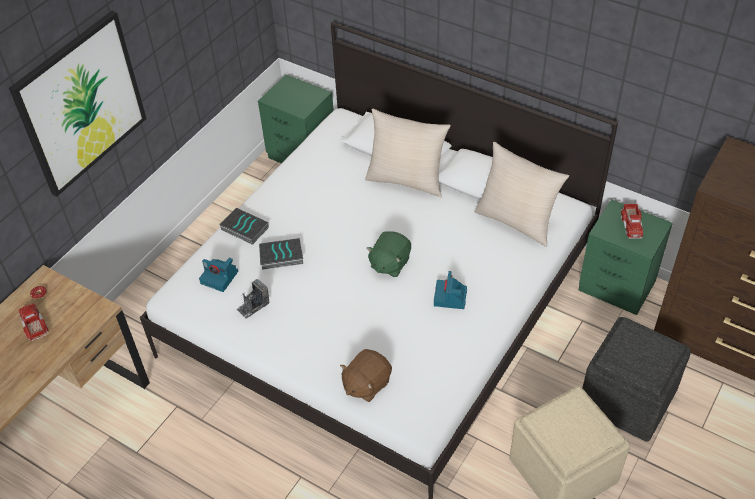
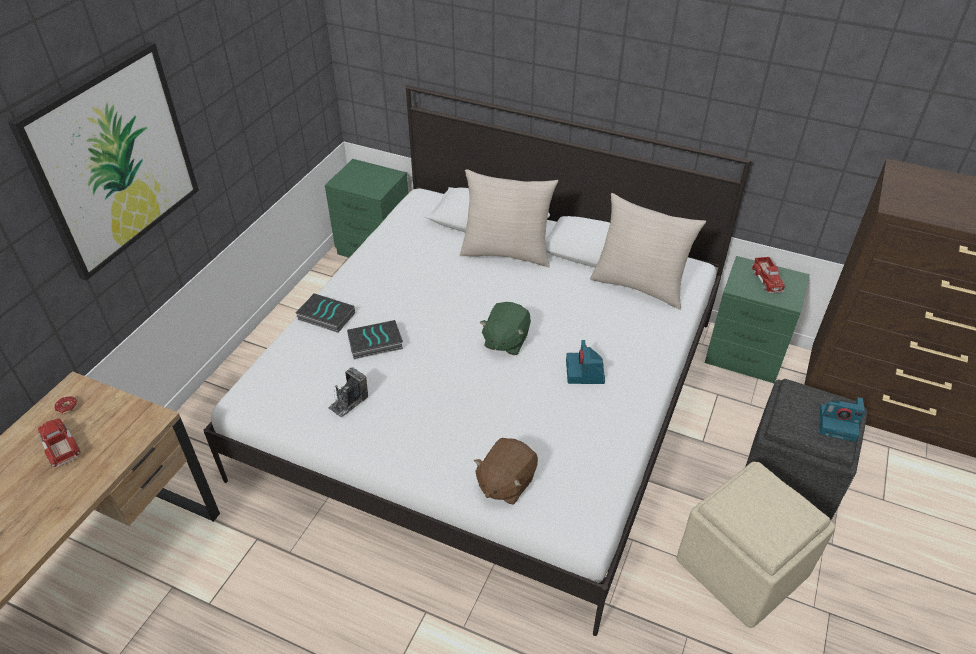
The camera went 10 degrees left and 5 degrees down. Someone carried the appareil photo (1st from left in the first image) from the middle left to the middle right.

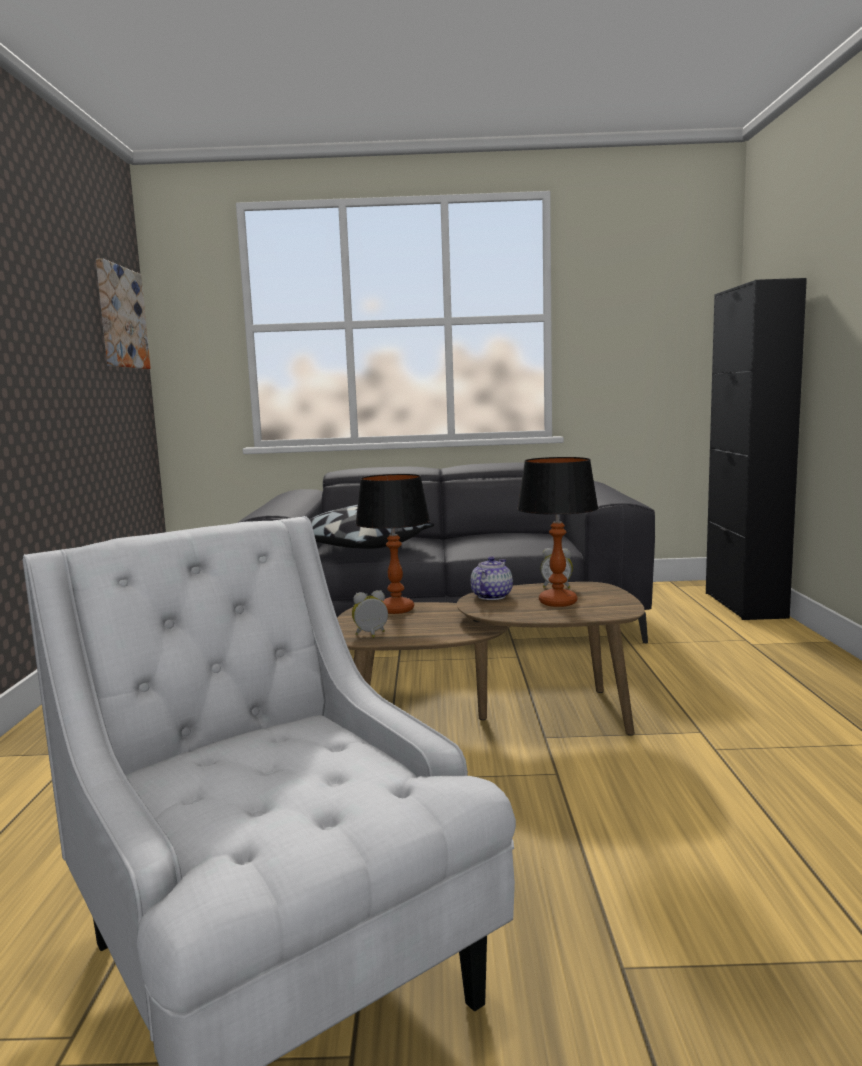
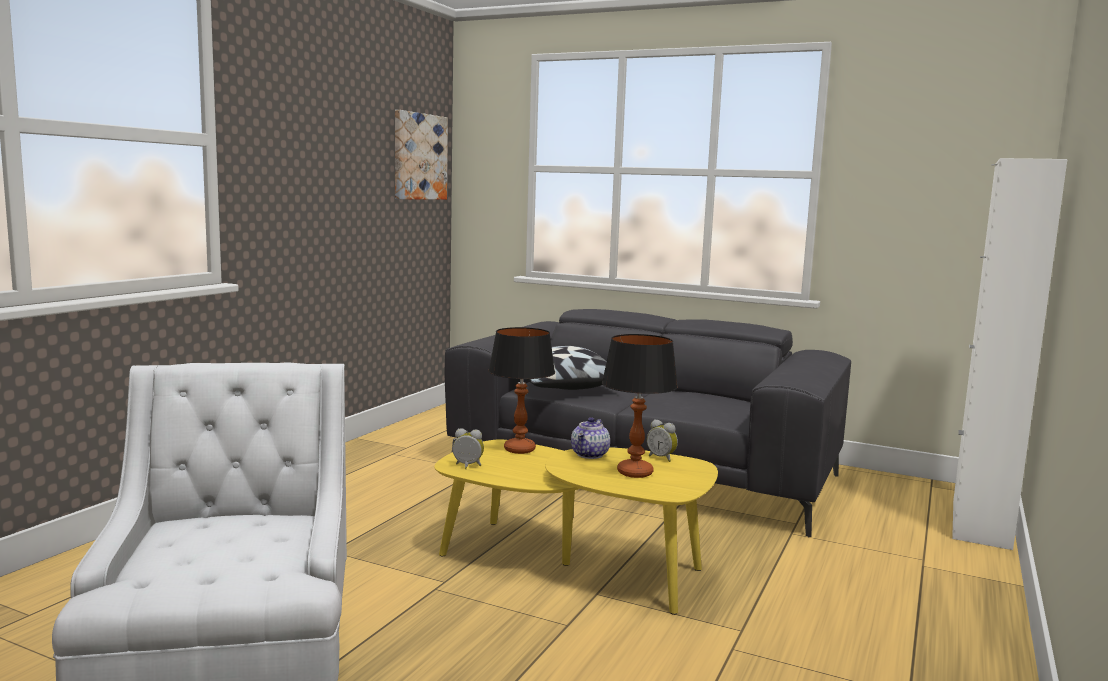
The camera went 25 degrees right and 0 degrees up. Someone repainted the table basse [marron] at the centre, which became the table basse [jaune] at the bottom centre. Someone repainted the meuble de rangement [noir] at the middle right, which became the meuble de rangement [blanc] at the middle right. Someone rotated the théière at the centre by 150 degrees clockwise.

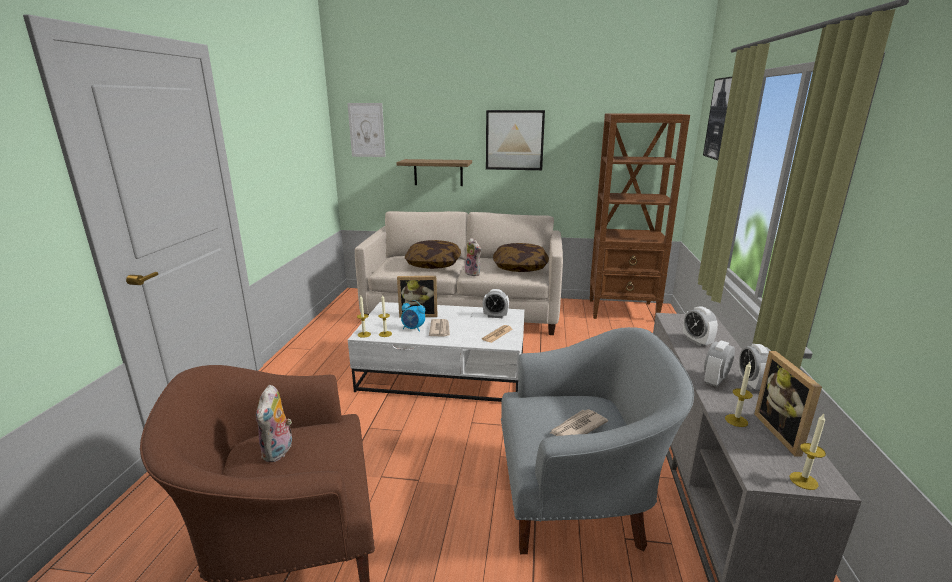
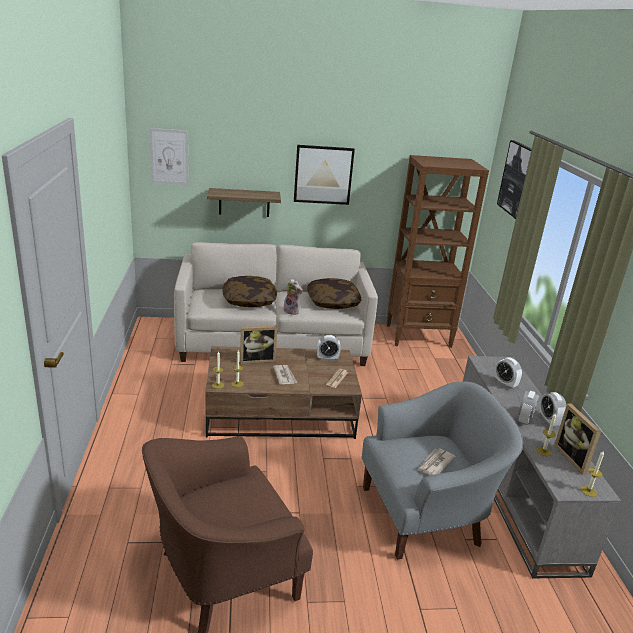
The camera went 15 degrees left and 5 degrees up. Someone took away the peluche (1st from left) at the bottom left. Someone took away the réveil (1st from left) at the centre. Someone repainted the table basse [blanc] at the centre, which became the table basse [marron] at the centre.

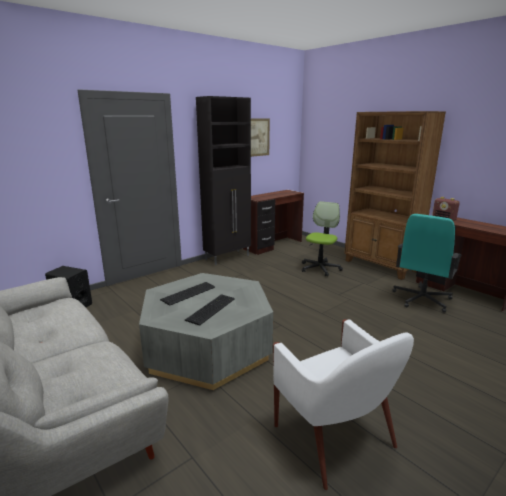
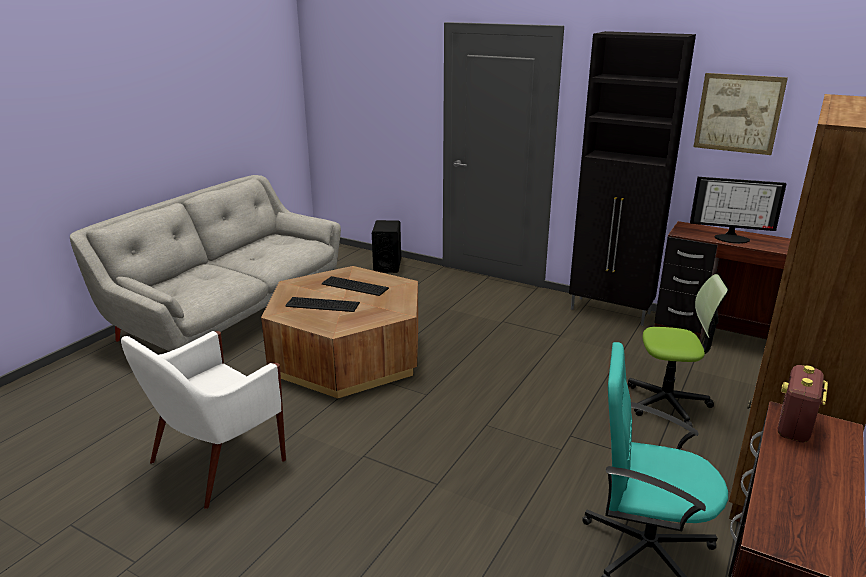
The camera went 70 degrees right and 5 degrees up. Someone put down the écran d'ordinateur at the middle right. Someone repainted the table basse [gris] at the bottom centre, which became the table basse [marron] at the centre.

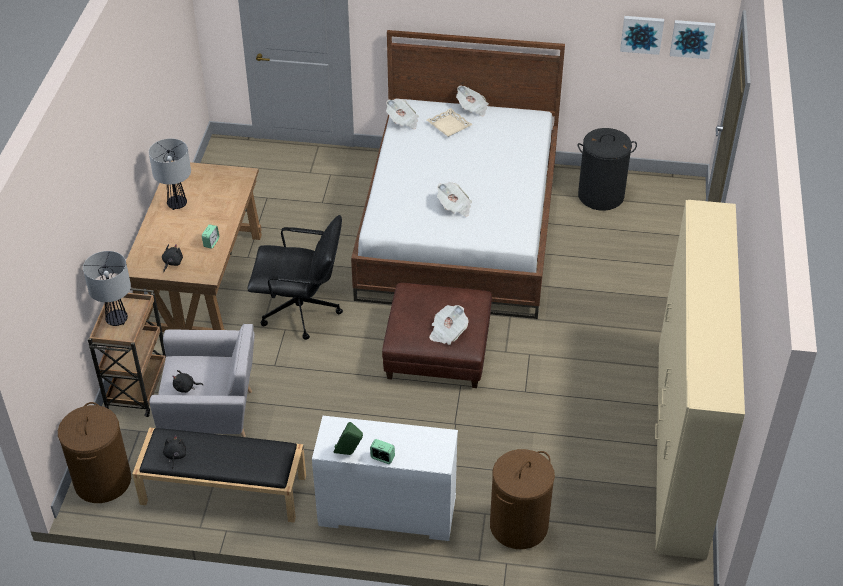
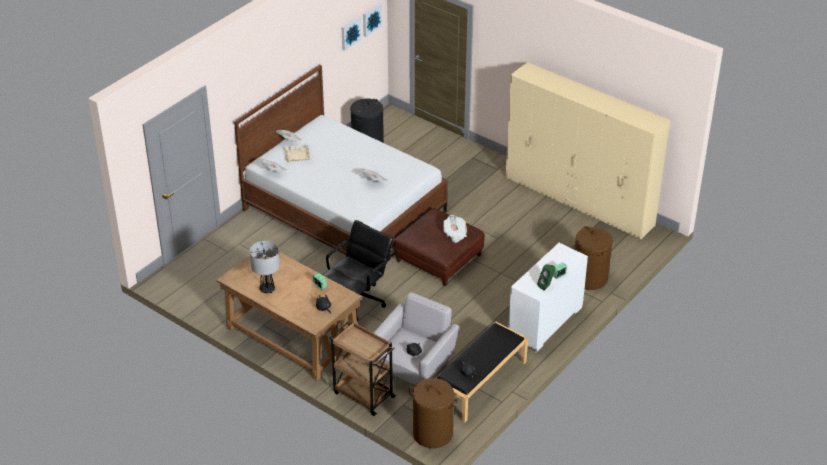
The camera went 60 degrees left and 5 degrees down. Someone took away the lampe de table (1st from left) at the middle left.

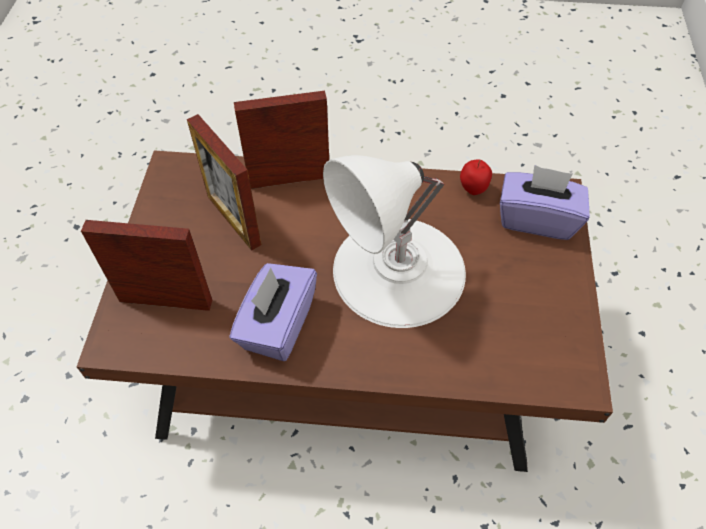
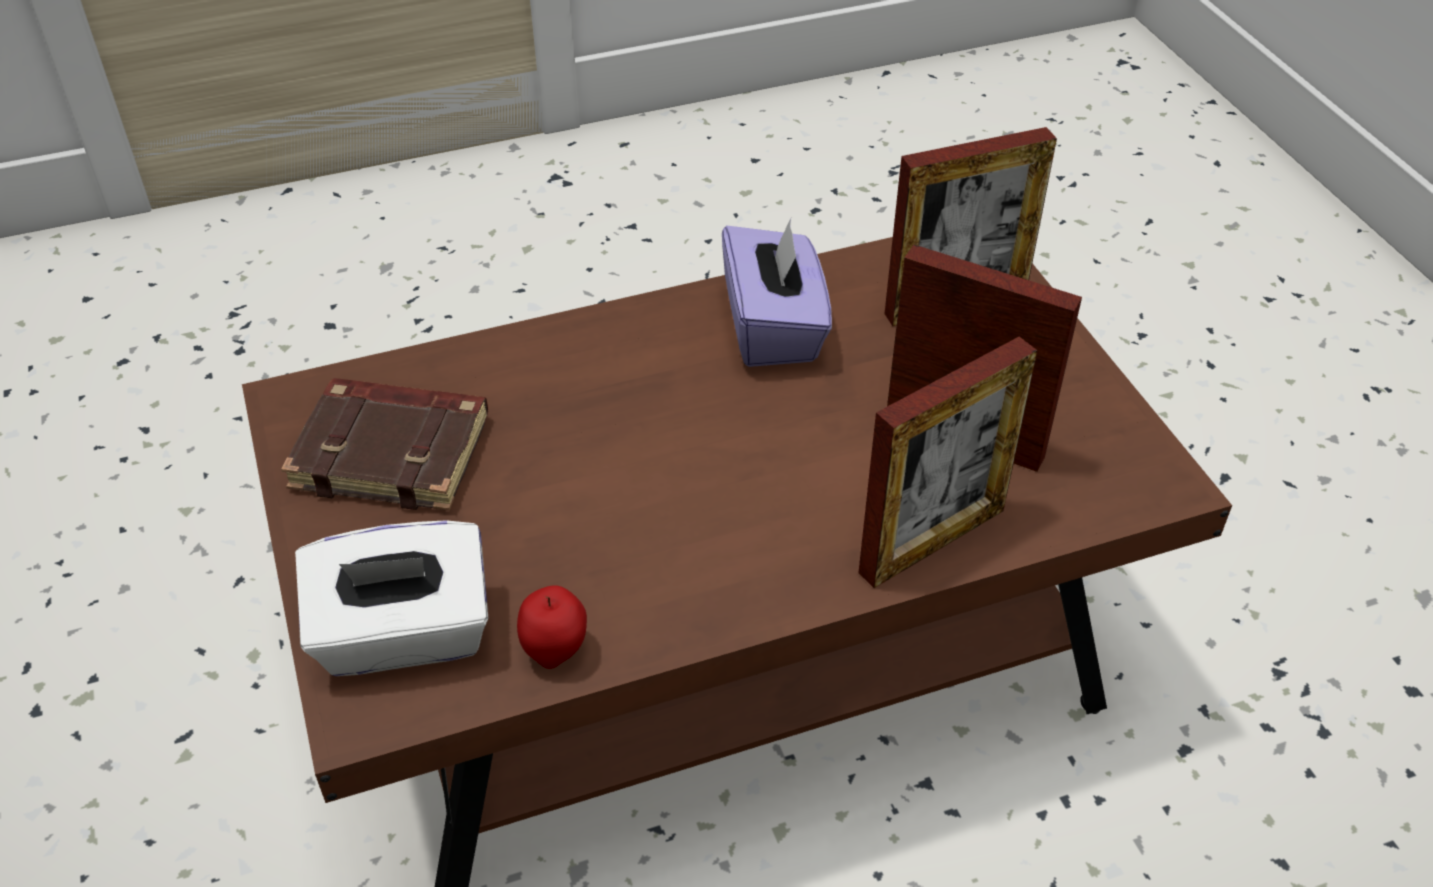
The camera went 155 degrees right and 10 degrees down. Someone took away the lampe de table [blanc] at the centre. Someone put down the livre [marron] at the middle left. Someone repainted the boîte à mouchoirs [violet] (2nd from left) at the middle right, which became the boîte à mouchoirs [blanc] at the bottom left.

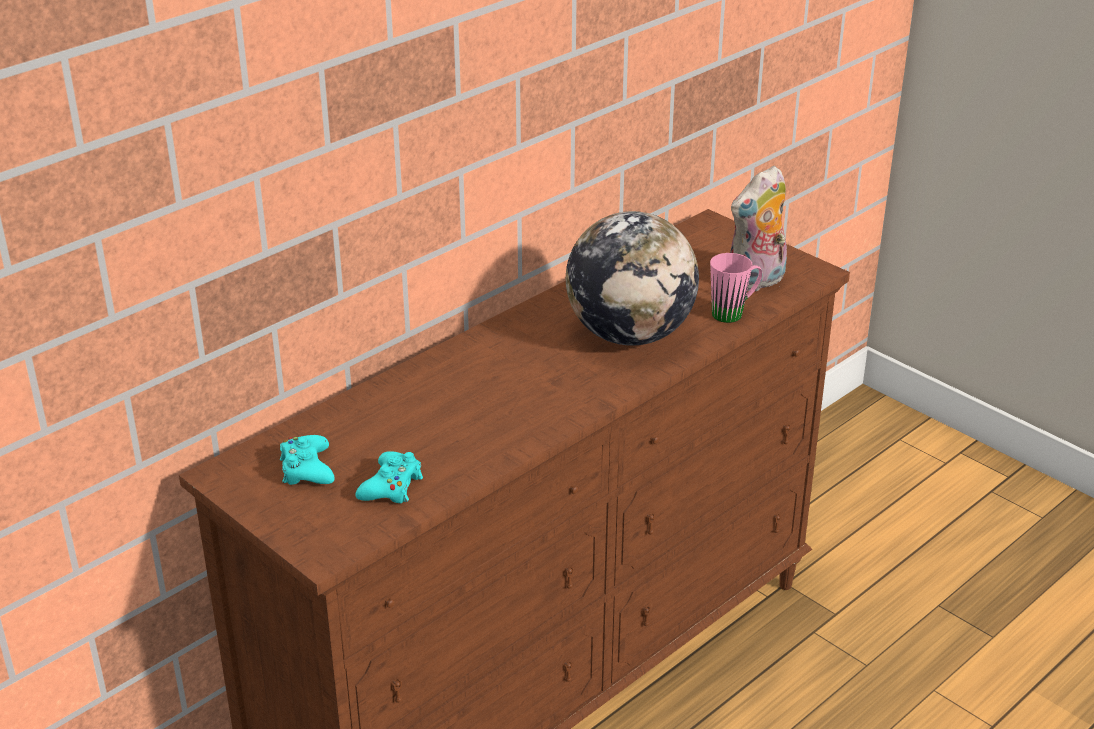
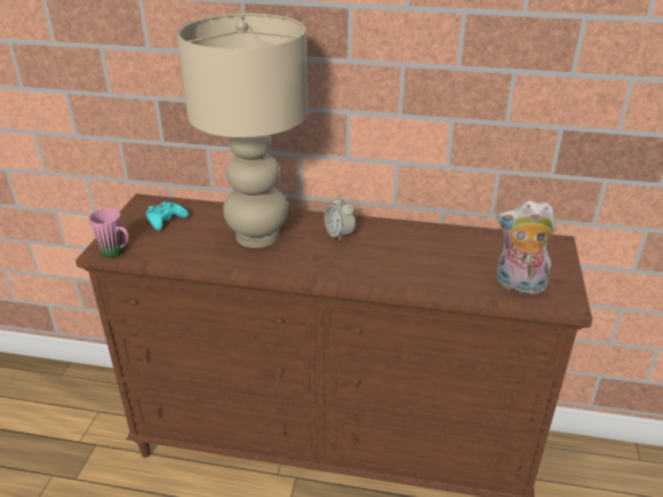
The camera went 55 degrees right and 0 degrees up. Someone took away the manette [turquoise] (2nd from left) at the centre. Someone took away the globe at the centre. Someone put down the lampe de table [beige] at the top centre. Someone put down the réveil at the centre. Someone carried the mug [rose] from the middle right to the middle left.

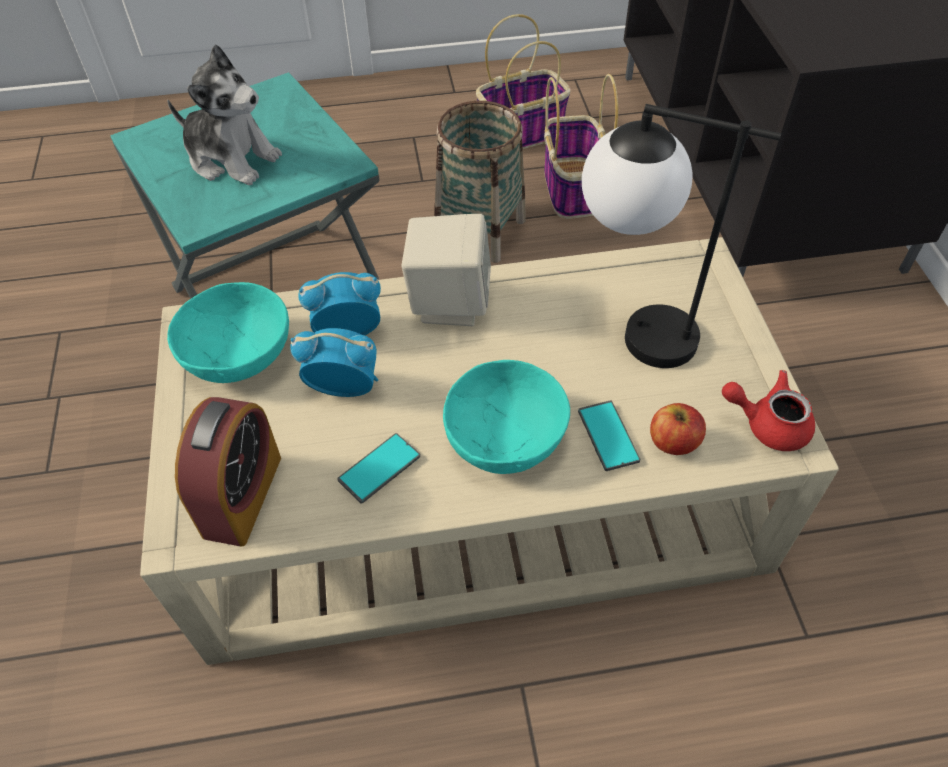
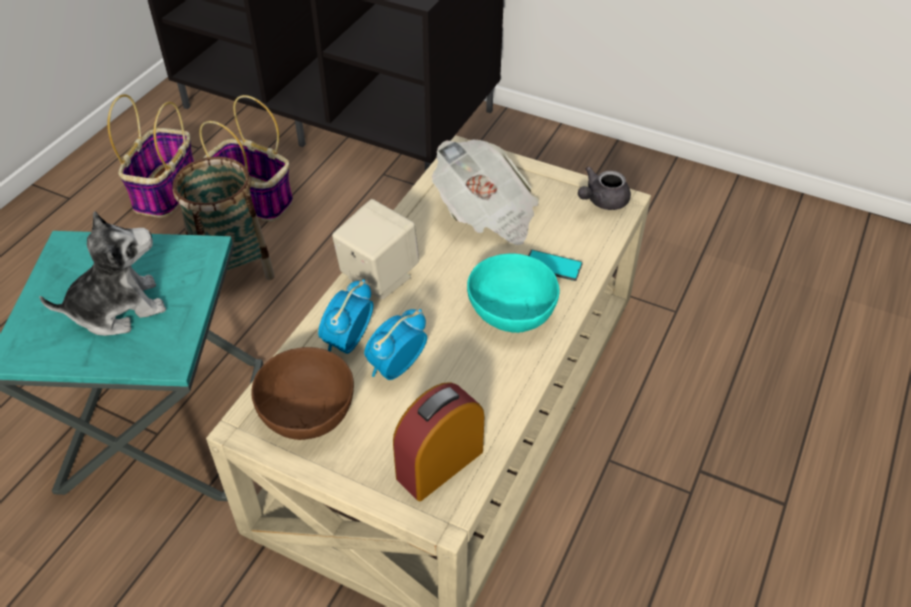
The camera went 55 degrees left and 5 degrees down. Someone took away the téléphone (1st from left) at the centre. Someone took away the pomme at the middle right. Someone swapped the lampe de table at the top right for the journal at the top centre. Someone repainted the bol [turquoise] (1st from left) at the middle left, which became the bol [marron] at the middle left. Someone repainted the théière [rouge] at the middle right, which became the théière [gris] at the top centre. Someone rotated the réveil (1st from left in the first image) at the middle left by 90 degrees counterclockwise.

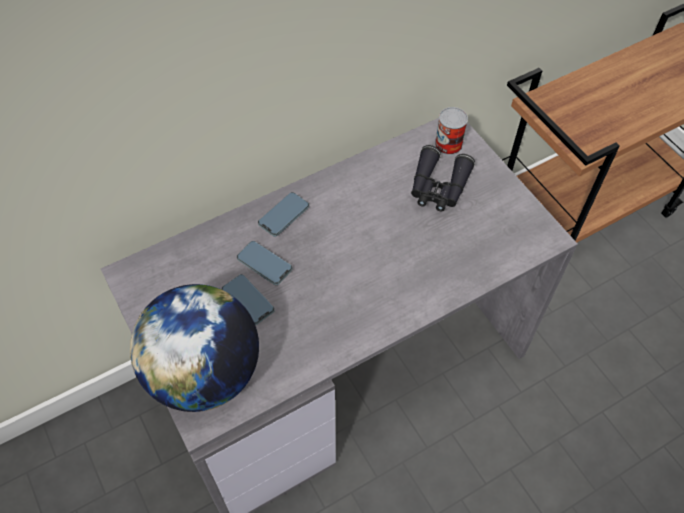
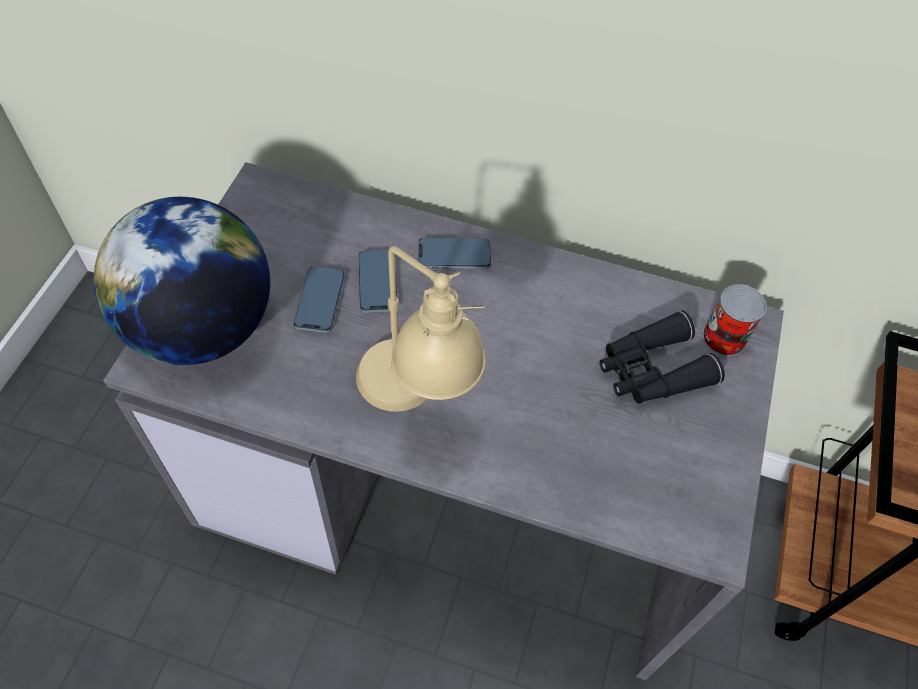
The camera went 45 degrees right and 0 degrees up. Someone put down the lampe de table [beige] at the centre.

